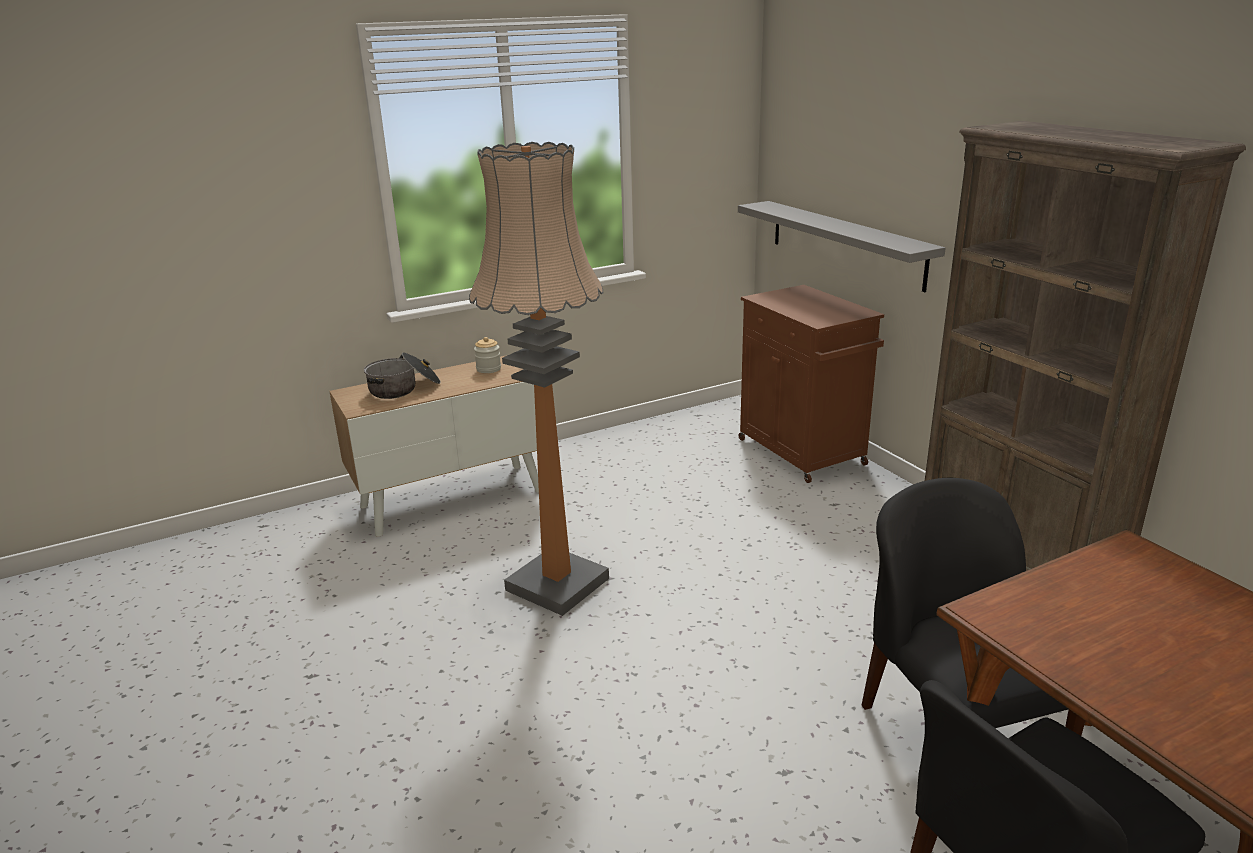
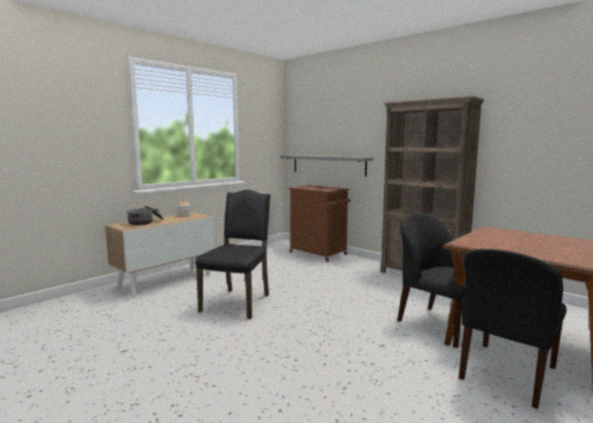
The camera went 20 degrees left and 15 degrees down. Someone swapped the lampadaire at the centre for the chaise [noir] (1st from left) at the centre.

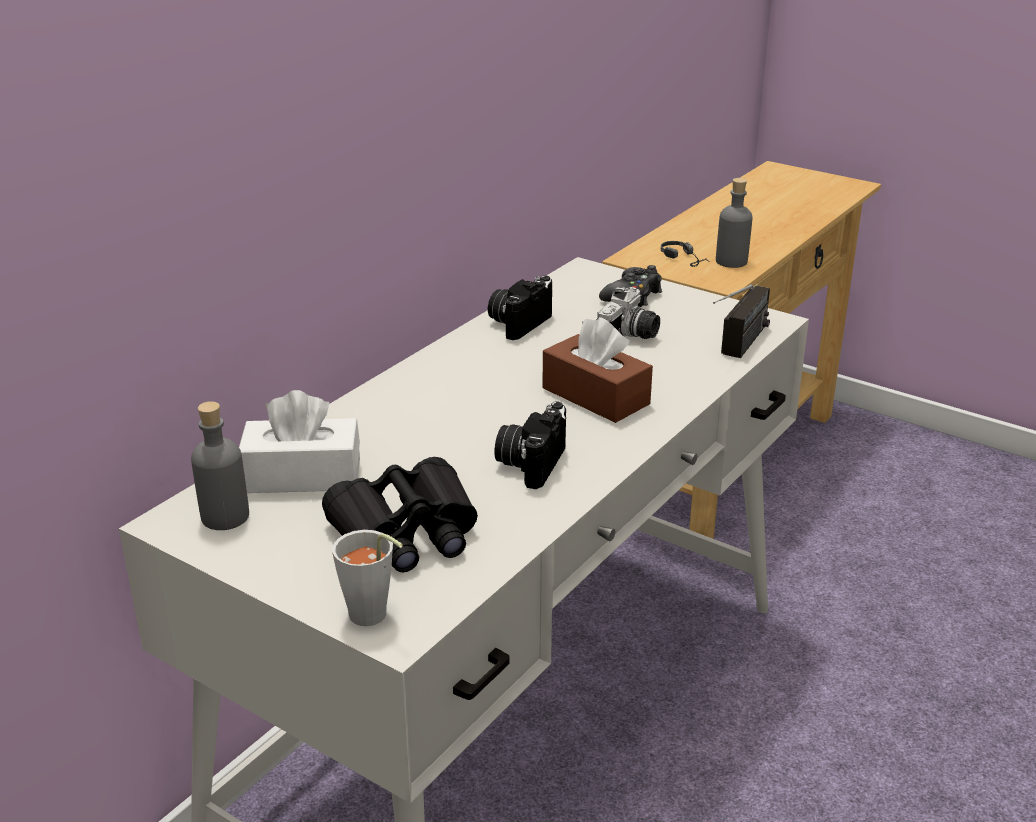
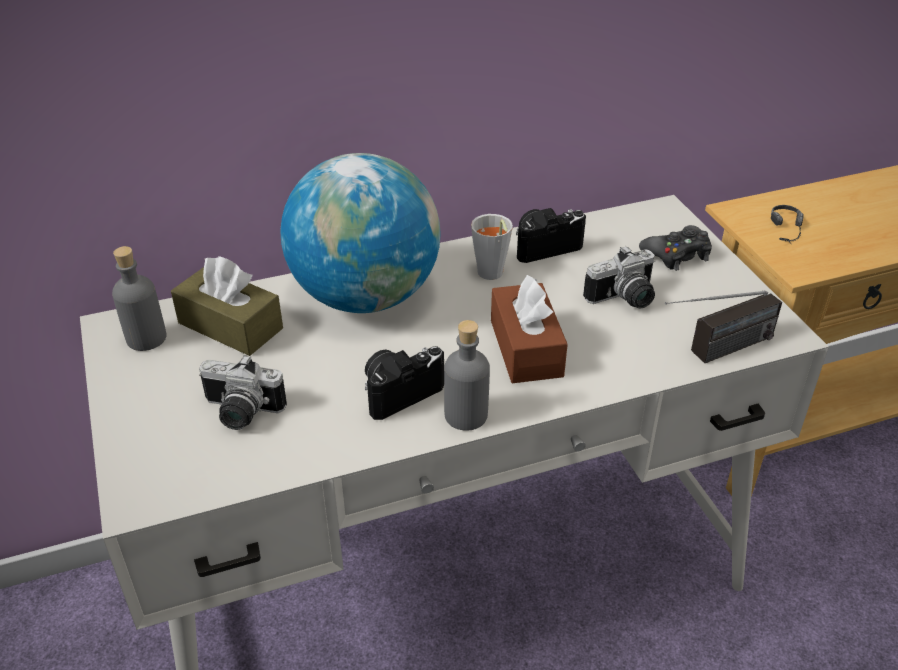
The camera went 35 degrees right and 10 degrees up. Someone put down the globe at the centre. Someone carried the tasse [gris] from the bottom centre to the centre. Someone carried the bouteille [gris] (2nd from left) from the top right to the centre. Someone swapped the jumelles [noir] at the centre for the appareil photo (1st from left) at the middle left. Someone repainted the boîte à mouchoirs [blanc] at the middle left, which became the boîte à mouchoirs [marron] (1st from left) at the middle left.

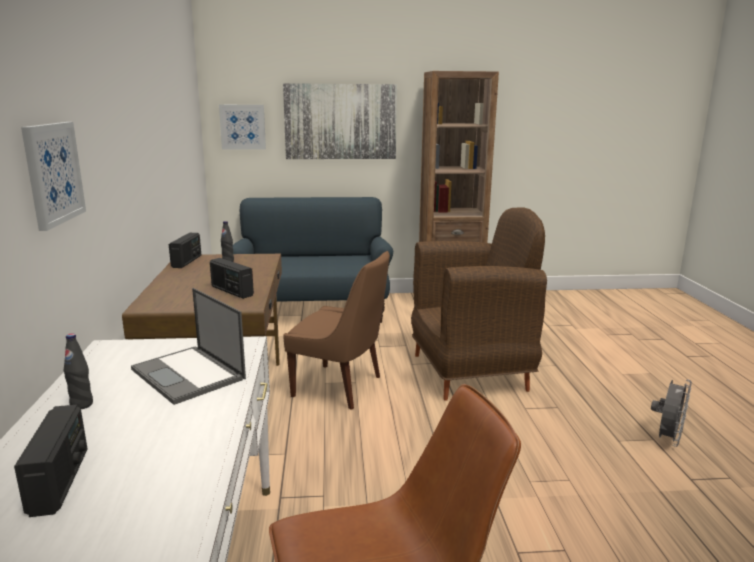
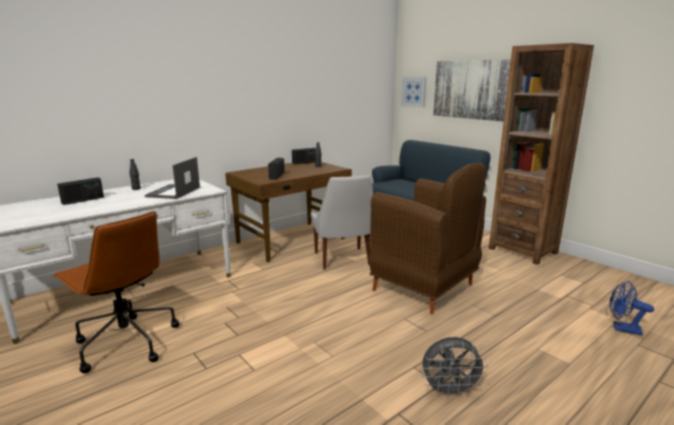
The camera went 55 degrees right and 0 degrees up. Someone took away the tableau (1st from left) at the top left. Someone put down the ventilateur [bleu] at the bottom right. Someone repainted the chaise [marron] at the centre, which became the chaise [blanc] at the centre.

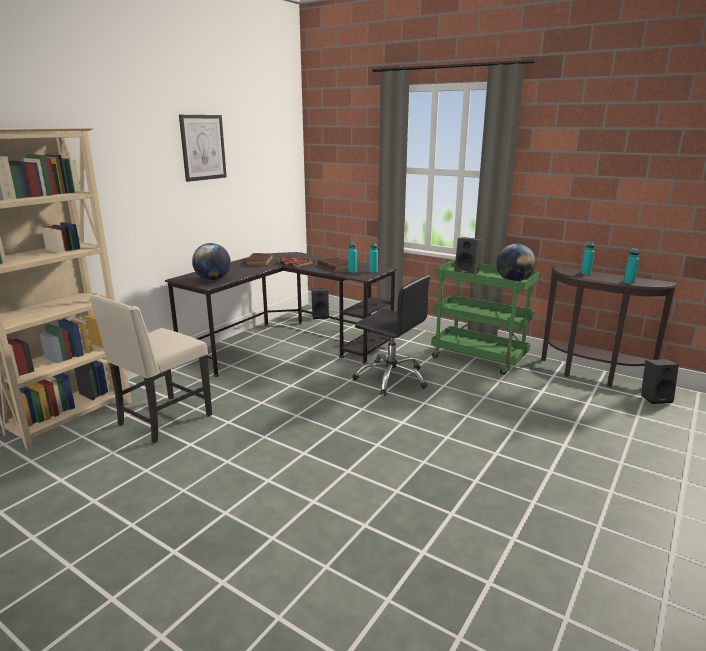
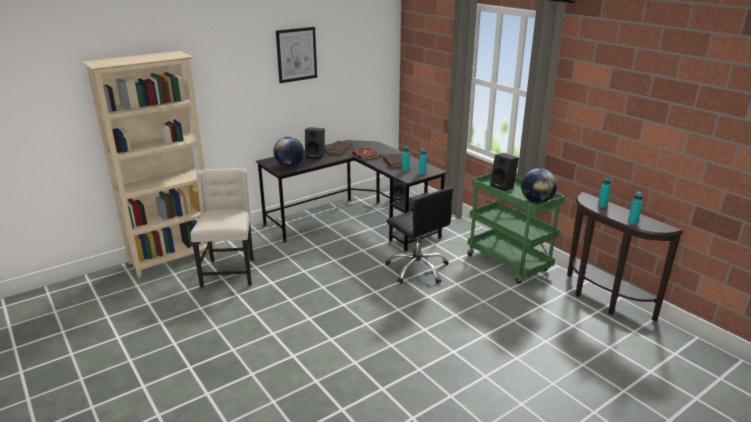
The camera went 20 degrees right and 5 degrees up. Someone carried the enceinte [noir] (3rd from left in the first image) from the middle right to the centre. Someone rotated the chaise [beige] at the middle left by 120 degrees clockwise.

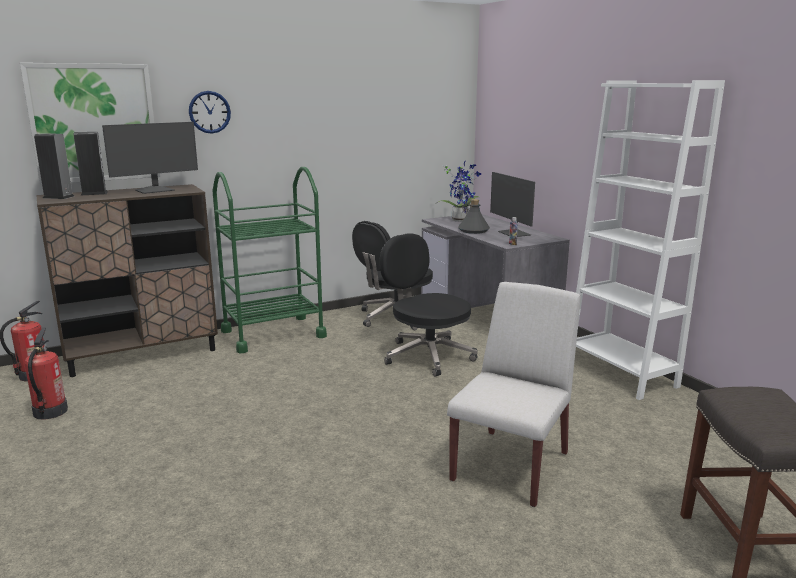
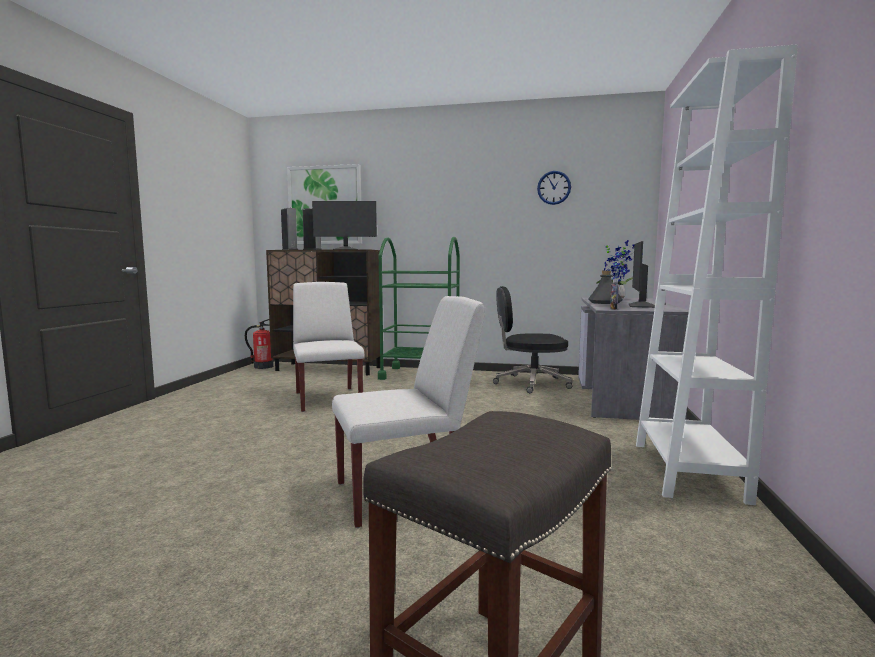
The camera went 40 degrees right and 10 degrees down. Someone took away the extincteur (2nd from left) at the middle left. Someone took away the chaise de bureau [noir] (2nd from left) at the centre. Someone put down the chaise [blanc] (1st from left) at the centre. Someone carried the horloge murale from the top left to the top centre.

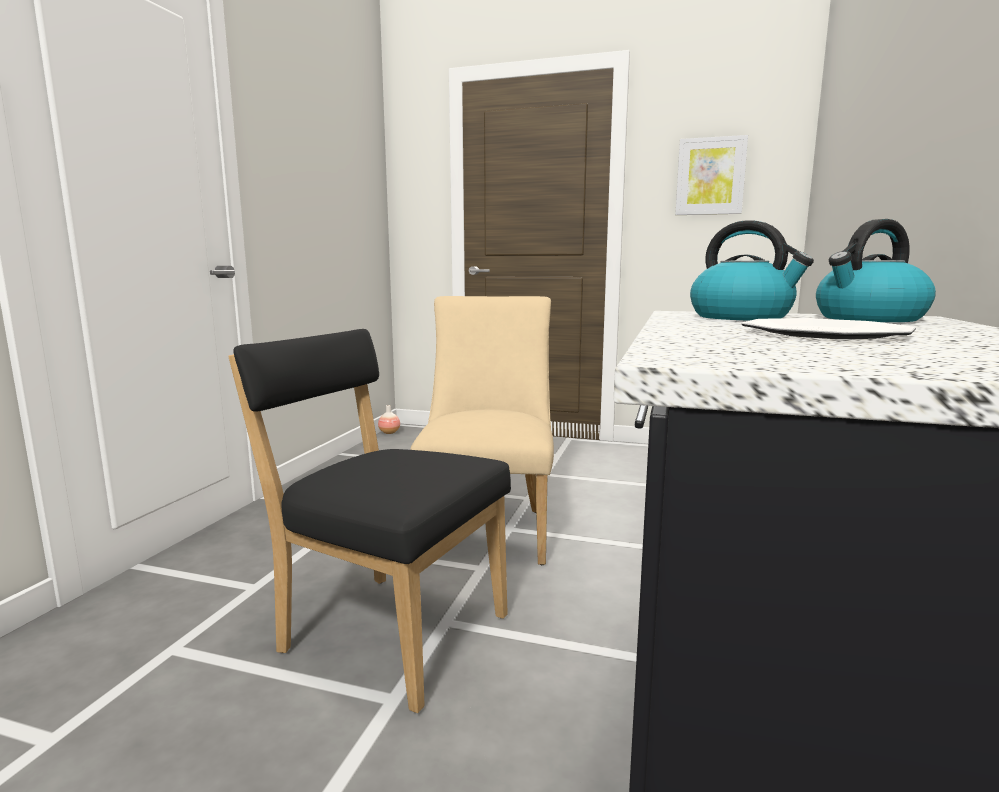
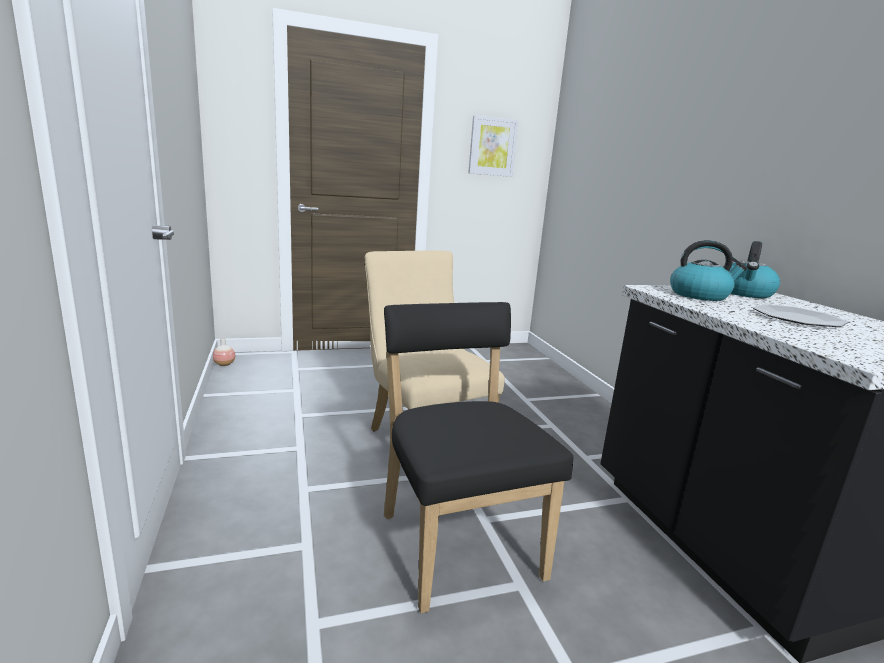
The camera went 35 degrees left and 5 degrees up. Someone rotated the chaise [noir] at the centre by 75 degrees clockwise.

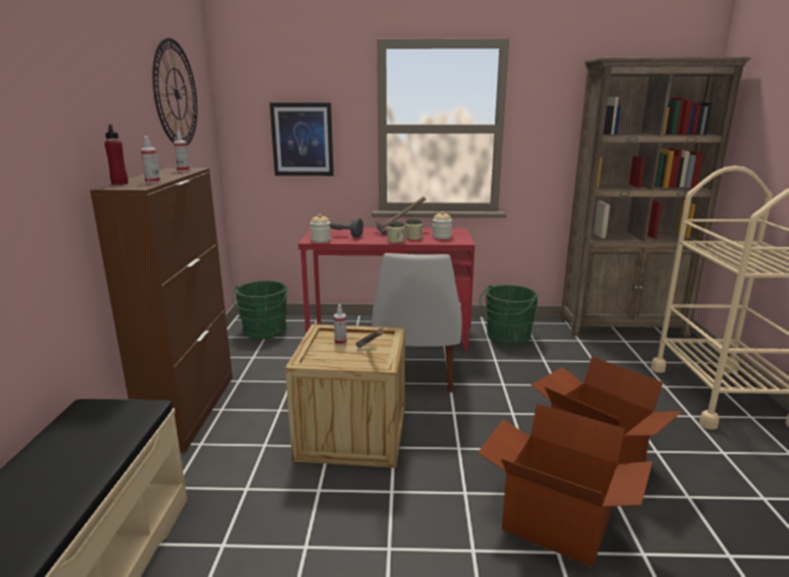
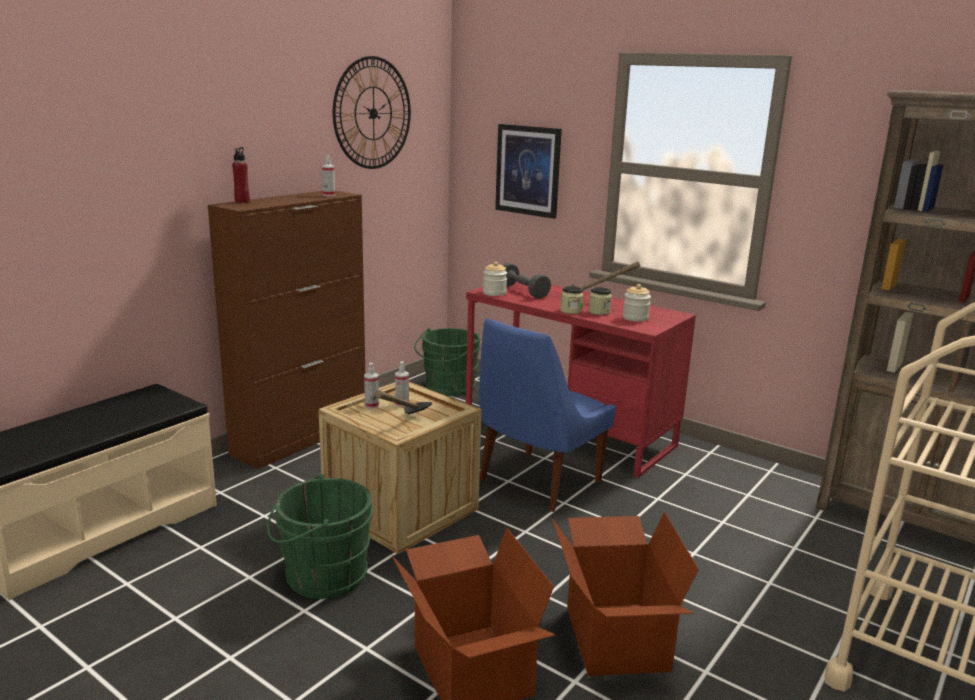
The camera went 35 degrees right and 0 degrees up. Someone carried the vaporisateur (1st from left in the first image) from the top left to the centre. Someone carried the seau [vert] (2nd from left in the first image) from the centre to the bottom left. Someone repainted the chaise [blanc] at the centre, which became the chaise [bleu] at the centre.

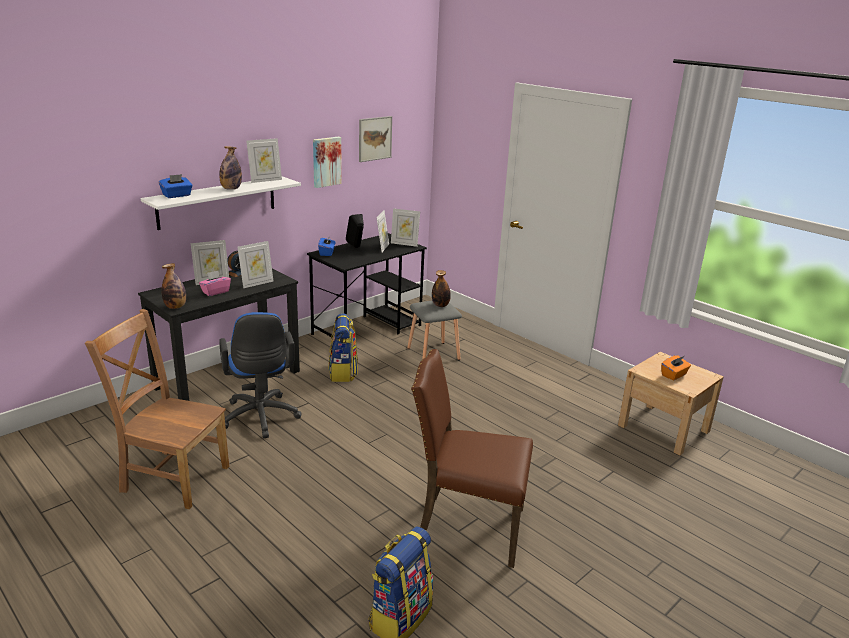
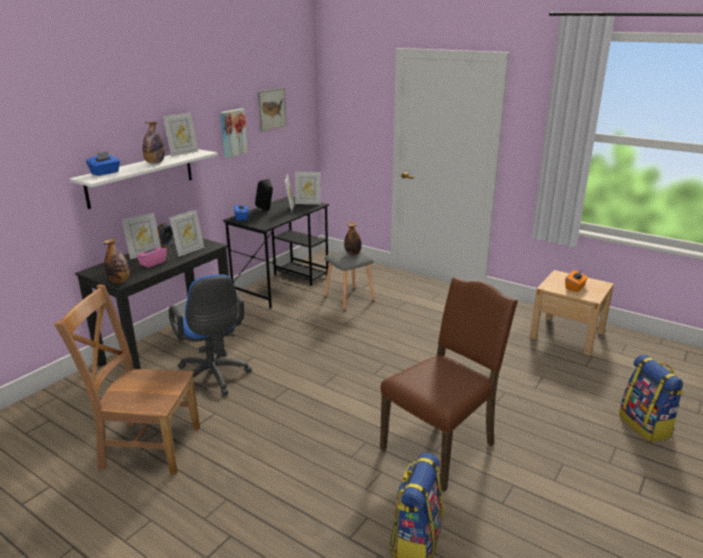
The camera went 10 degrees left and 0 degrees up. Someone carried the sac à dos (1st from left in the first image) from the centre to the bottom right. Someone rotated the chaise [marron] (2nd from left) at the bottom centre by 135 degrees clockwise.

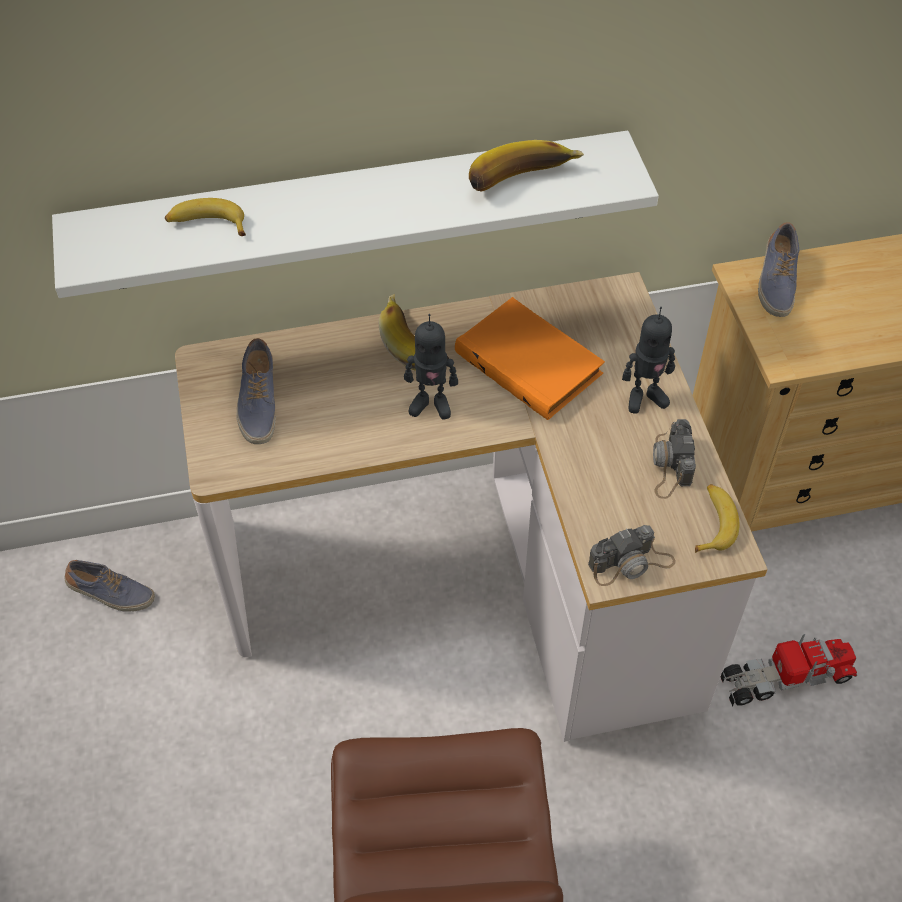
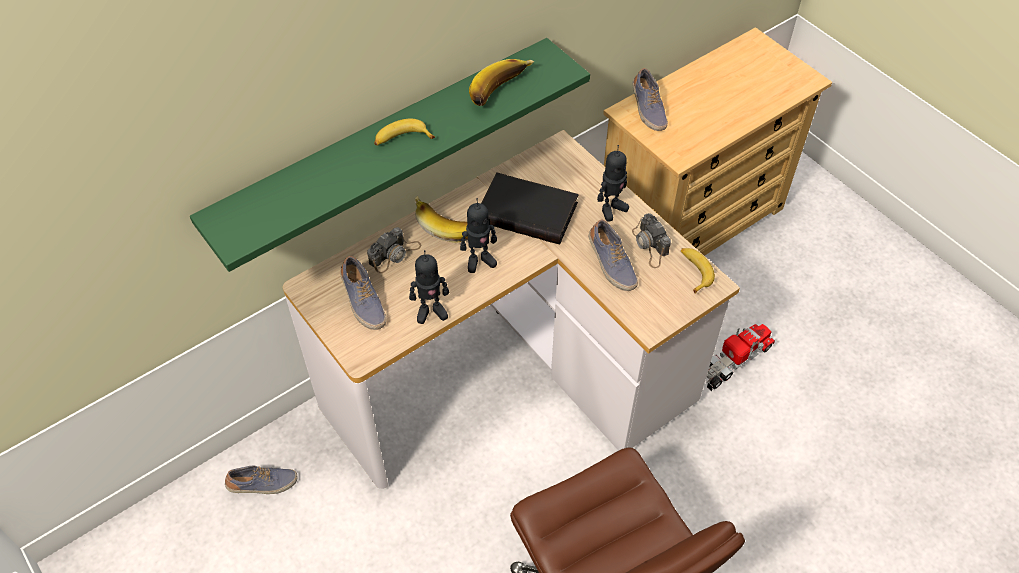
The camera went 25 degrees left and 0 degrees up. Someone put down the robot jouet (1st from left) at the centre. Someone put down the chaussure (3rd from left) at the centre. Someone carried the banane (1st from left) from the top left to the top centre. Someone carried the appareil photo (1st from left) from the middle right to the centre. Someone repainted the étagère [blanc] at the top centre, which became the étagère [vert] at the top centre. Someone repainted the livre [orange] at the centre, which became the livre [noir] at the centre.

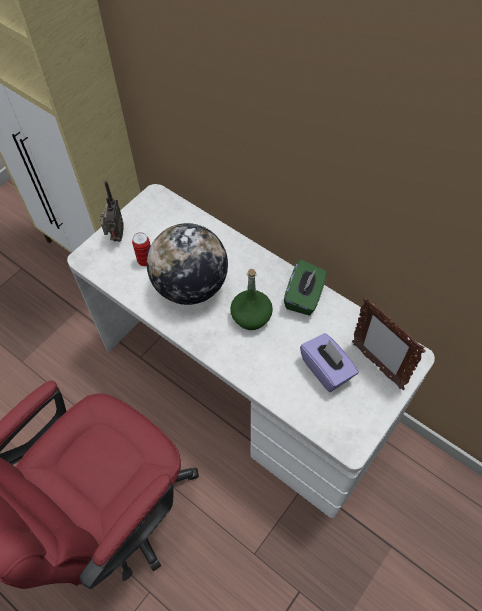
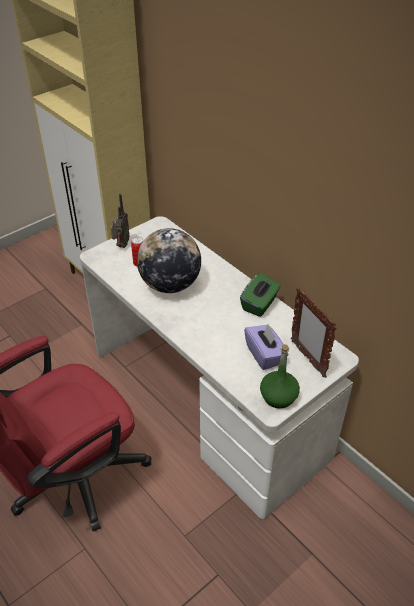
The camera went 10 degrees right and 15 degrees down. Someone carried the bouteille [vert] from the centre to the middle right.

